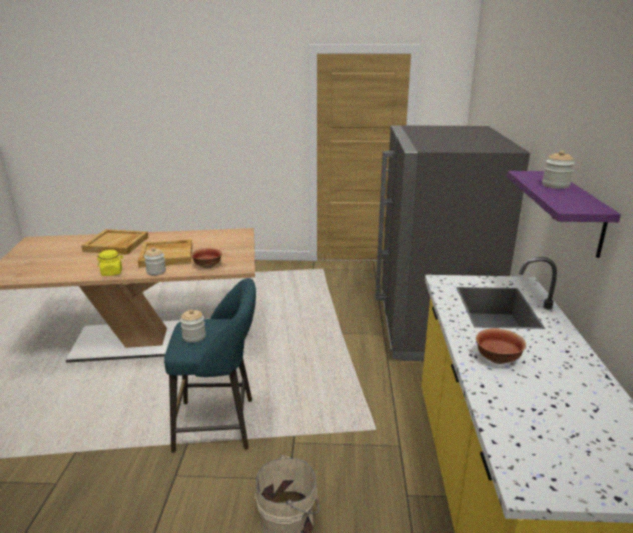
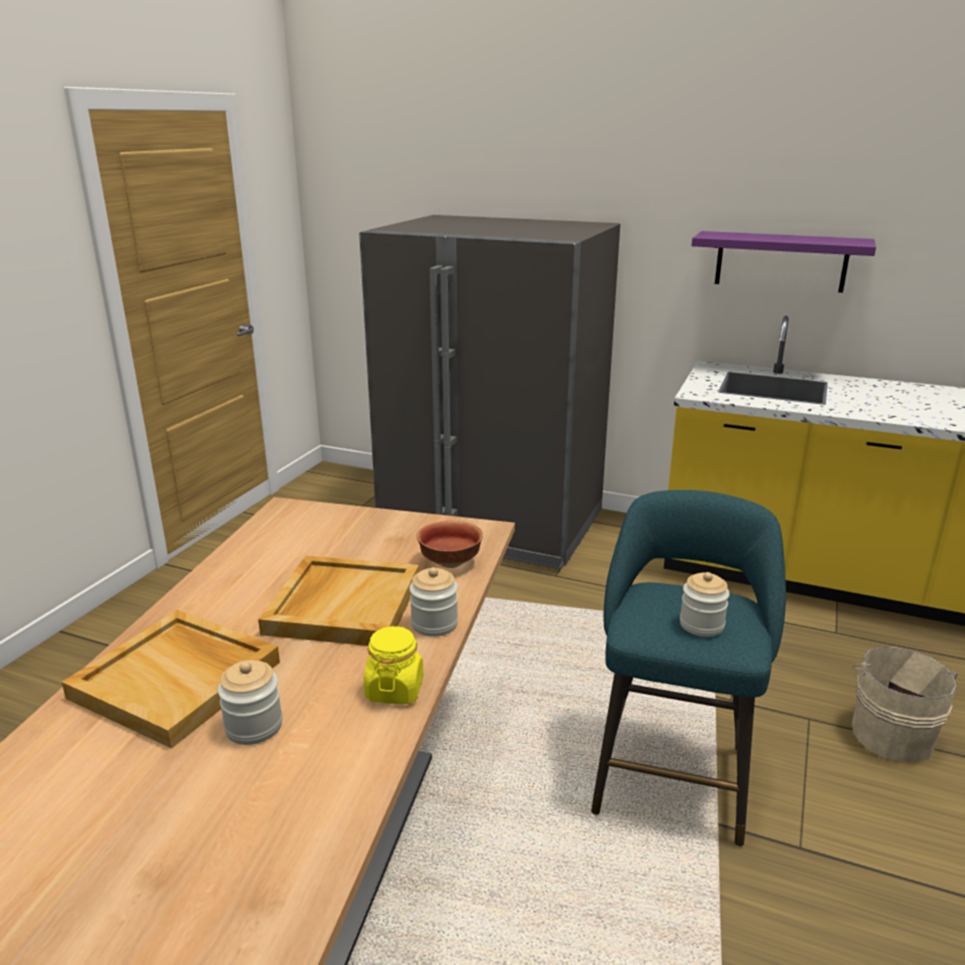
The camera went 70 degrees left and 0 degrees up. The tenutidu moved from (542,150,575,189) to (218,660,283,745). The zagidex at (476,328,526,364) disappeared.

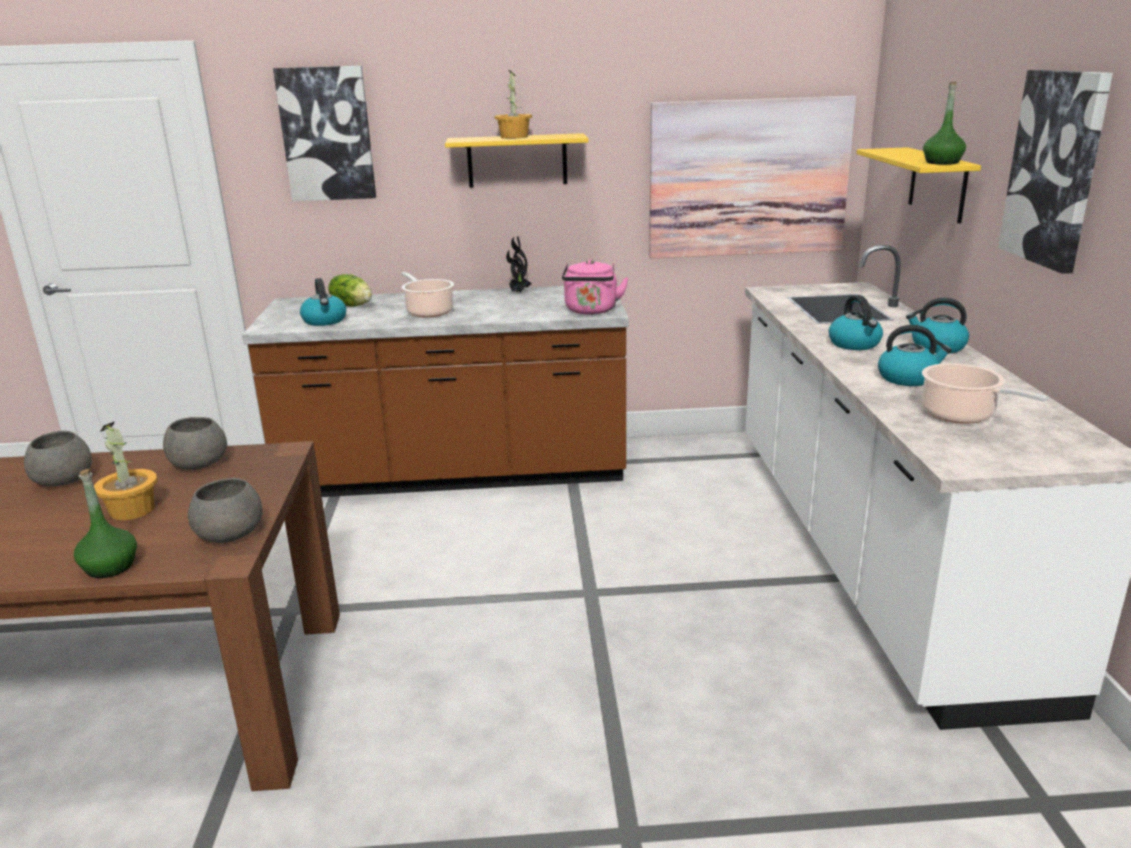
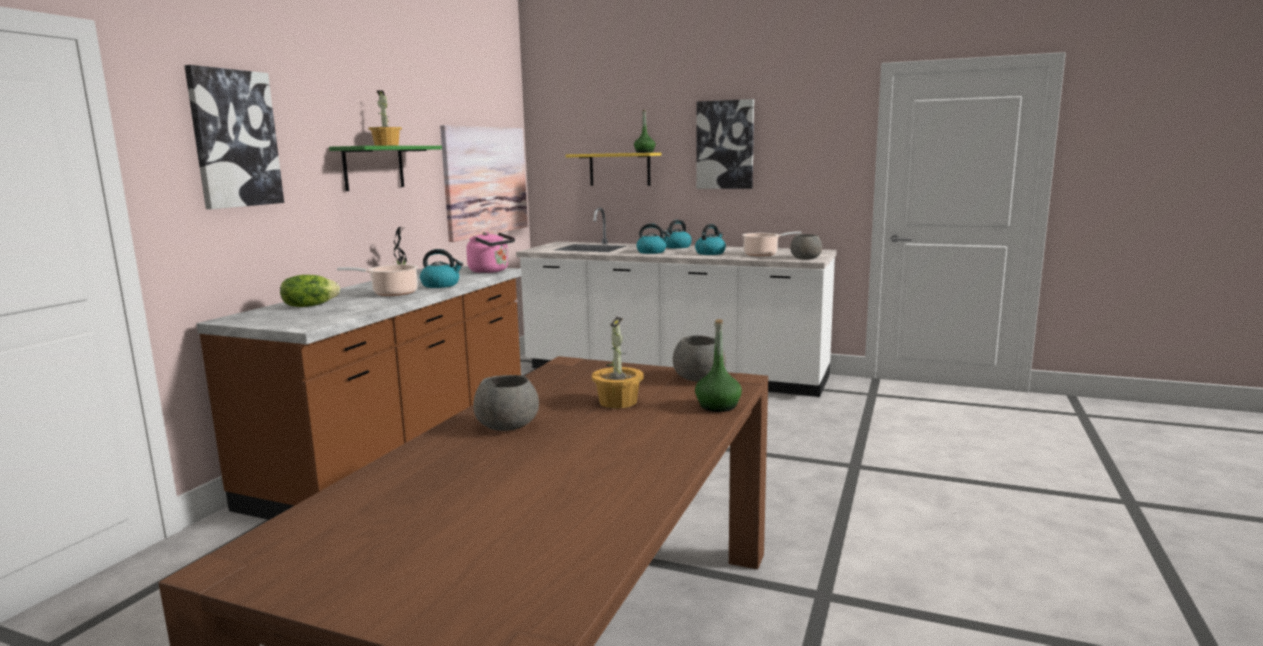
The camera went 65 degrees left and 10 degrees down. The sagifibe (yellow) at (445,133,588,188) became the sagifibe (green) at (329,146,442,191). The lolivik moved from (300,278,346,326) to (420,249,463,288). The zagidex (grey) moved from (163,417,227,470) to (790,234,822,260).

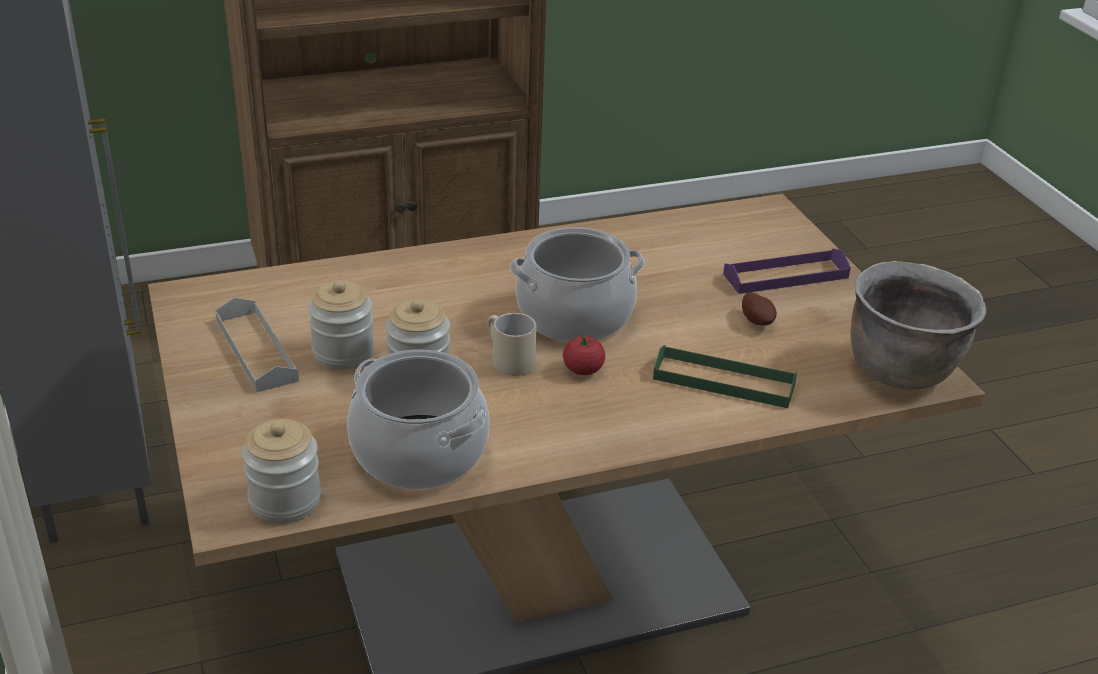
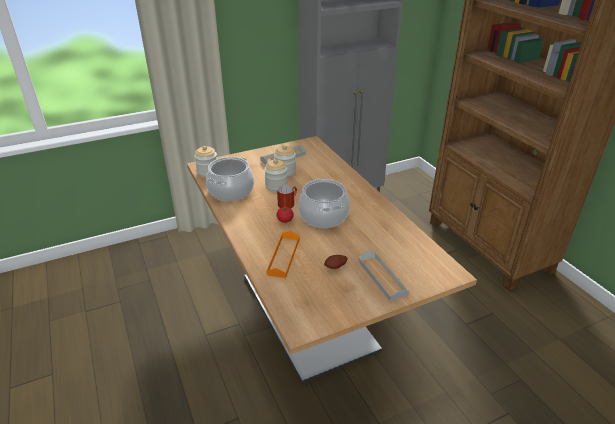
The camera went 85 degrees right and 0 degrees up. The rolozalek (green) at (653,345,797,408) became the rolozalek (orange) at (266,231,300,278). The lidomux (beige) at (487,313,537,376) became the lidomux (red) at (277,185,297,209). The rolozalek (purple) at (723,249,851,294) became the rolozalek (grey) at (358,251,409,302). The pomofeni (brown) at (851,261,986,390) disappeared.

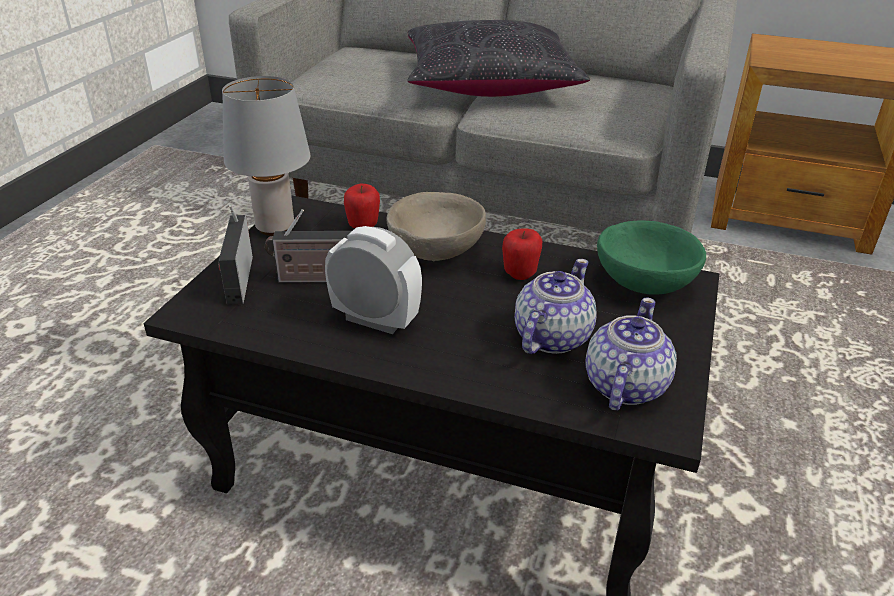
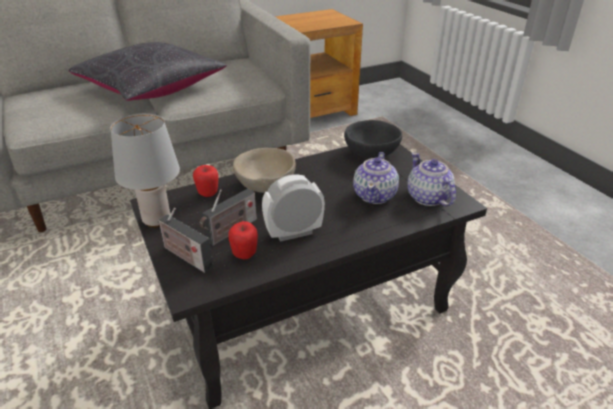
The camera went 45 degrees left and 0 degrees up. The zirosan moved from (502,228,543,280) to (228,221,258,260). The zagidex (green) at (597,221,706,295) became the zagidex (black) at (344,120,402,159). The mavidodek at (515,259,597,354) turned 150 degrees counterclockwise.

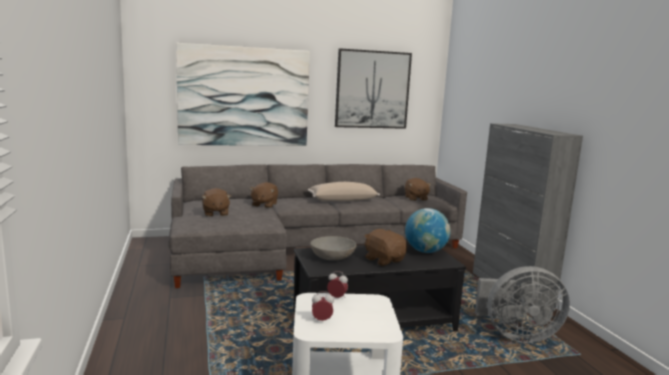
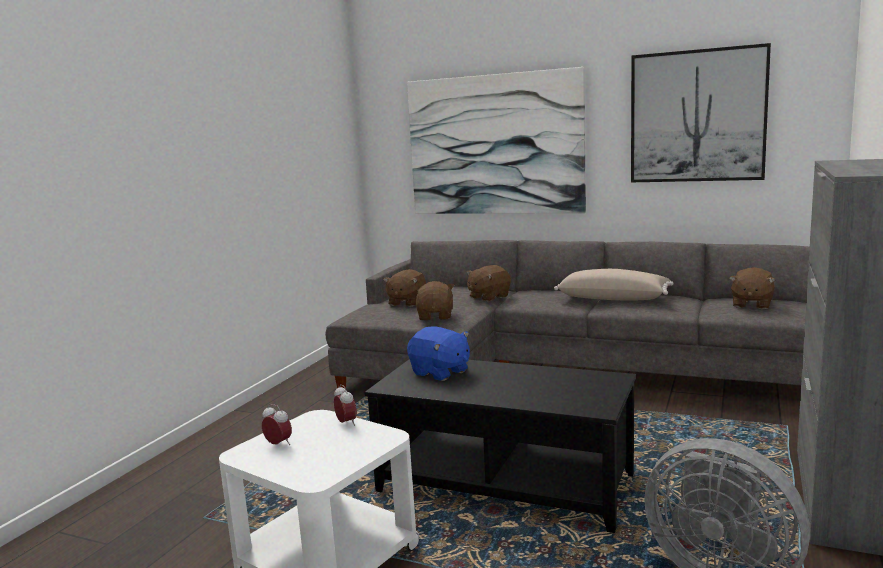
The camera went 40 degrees right and 0 degrees up. The zagidex (grey) at (310,236,357,260) was replaced by the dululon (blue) at (407,327,470,381). The dululon (brown) moved from (364,229,407,266) to (415,281,454,320). The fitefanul at (405,208,451,253) disappeared.

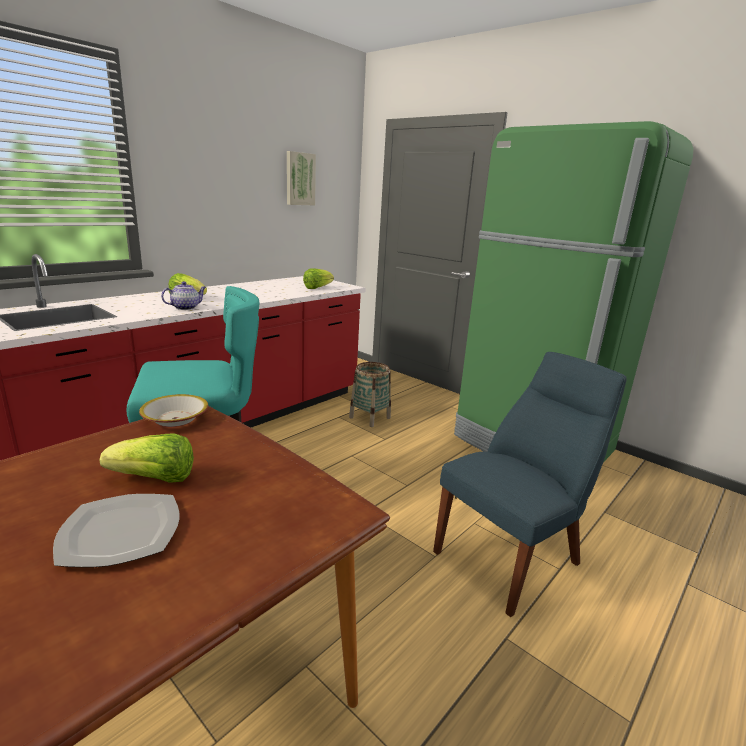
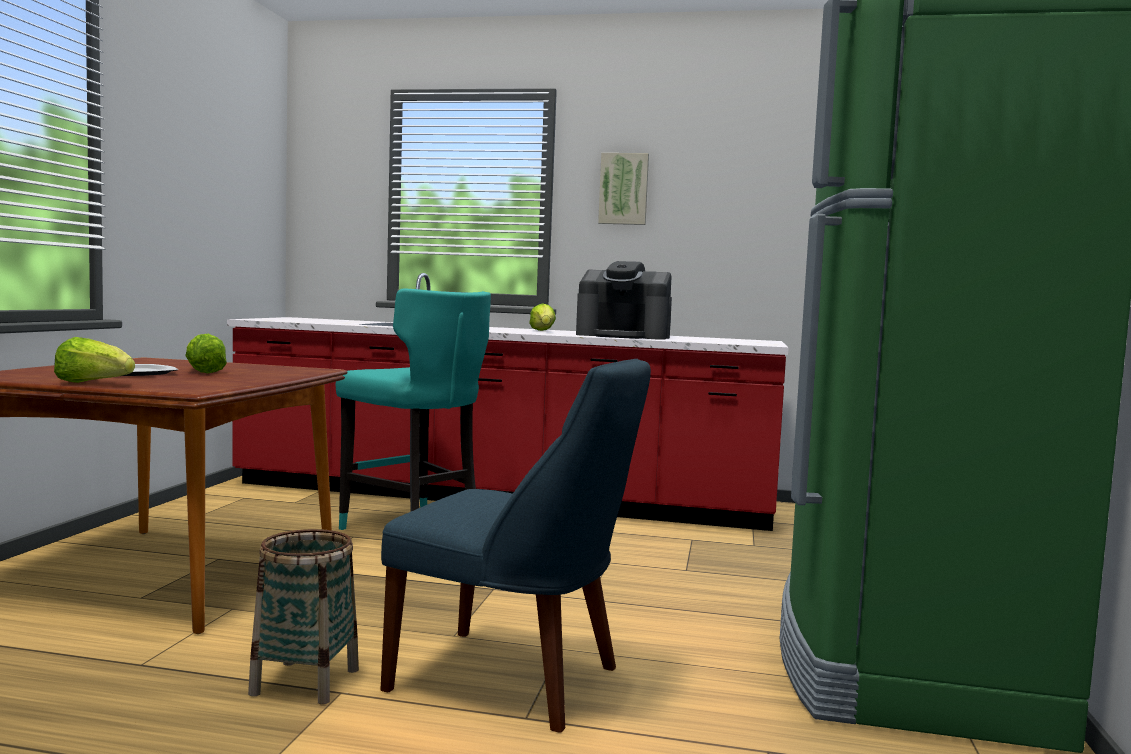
The camera went 60 degrees right and 15 degrees down. The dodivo moved from (303,269,334,289) to (54,337,135,383). The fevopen moved from (349,362,391,427) to (248,529,359,704). The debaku at (576,261,672,340) appeared. The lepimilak moved from (287,151,316,205) to (598,153,649,225). The zagidex at (139,394,208,427) disappeared. The mavidodek at (161,281,206,310) disappeared.

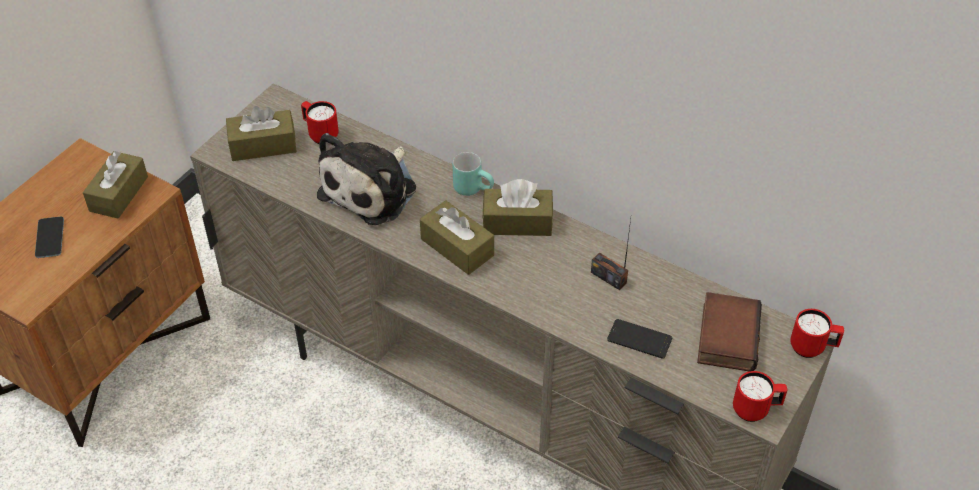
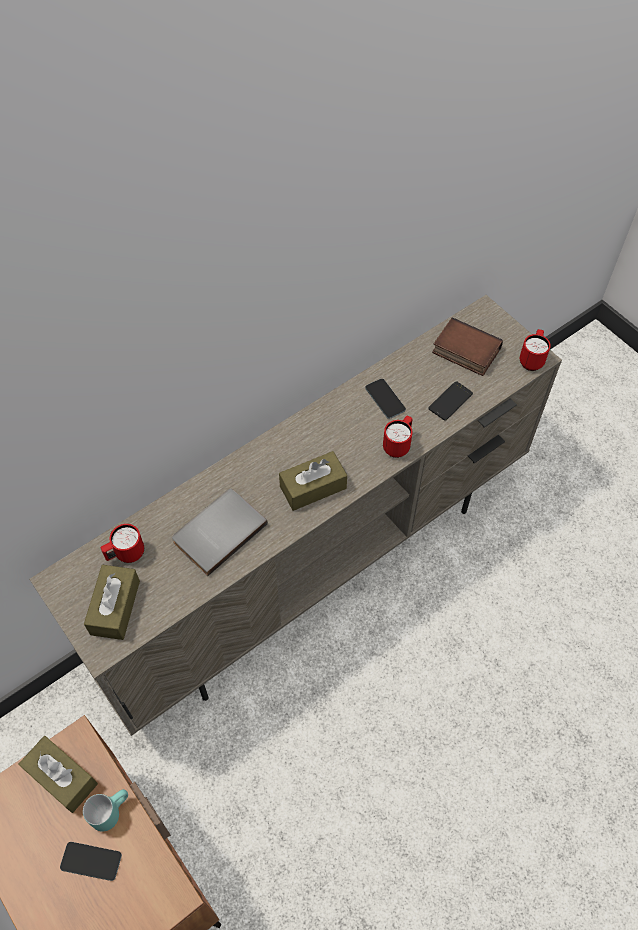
The camera went 70 degrees left and 10 degrees up. The lidomux (turquoise) moved from (453,152,494,196) to (83,789,128,832). The dululon at (317,133,416,225) was replaced by the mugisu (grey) at (172,489,268,576). The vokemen at (591,219,631,290) was replaced by the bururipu at (365,379,406,419). The lidomux (red) moved from (790,309,844,358) to (383,416,412,458). The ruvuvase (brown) at (482,179,553,236) disappeared.

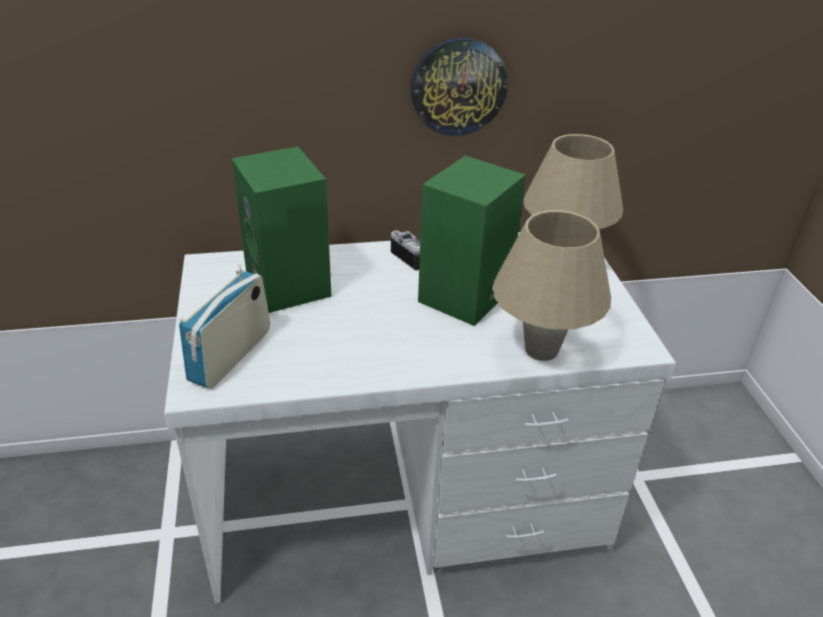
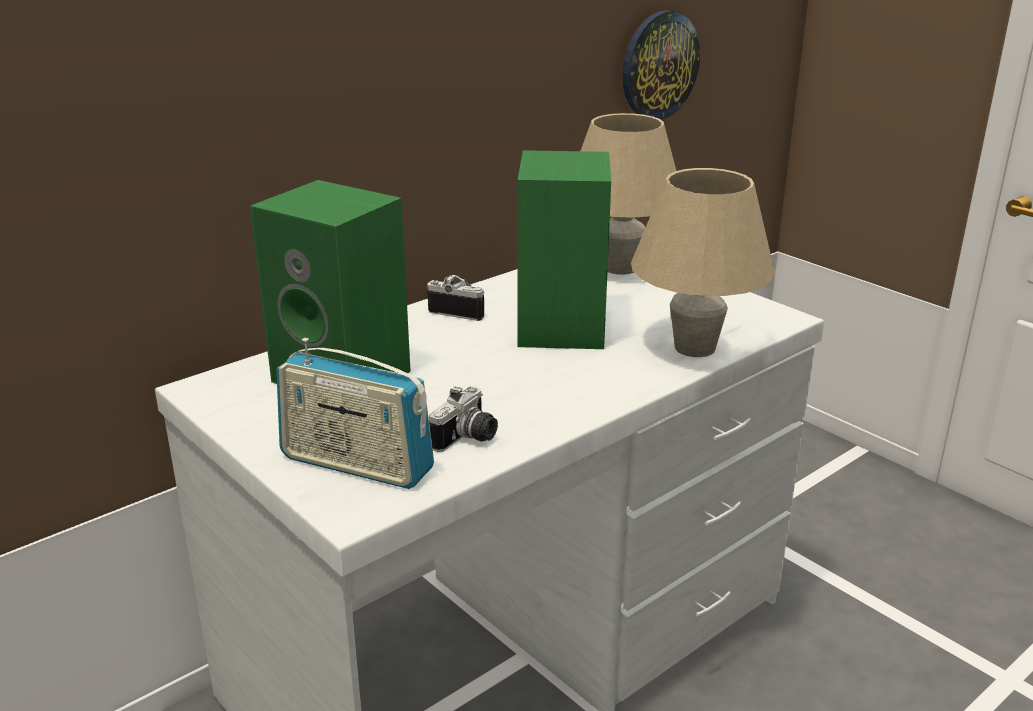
The camera went 30 degrees left and 10 degrees down. The vokemen at (179,264,270,389) turned 60 degrees counterclockwise. The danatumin at (429,386,498,452) appeared. The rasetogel moved from (411,37,508,136) to (622,10,700,119).

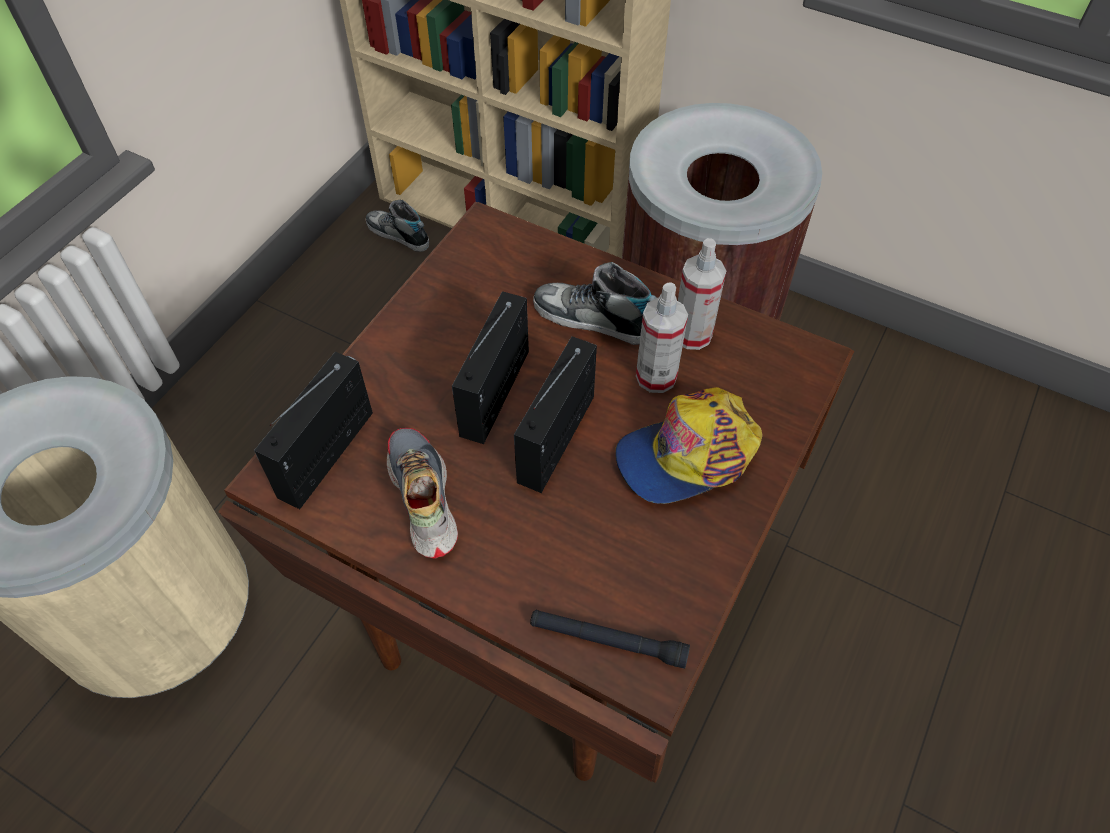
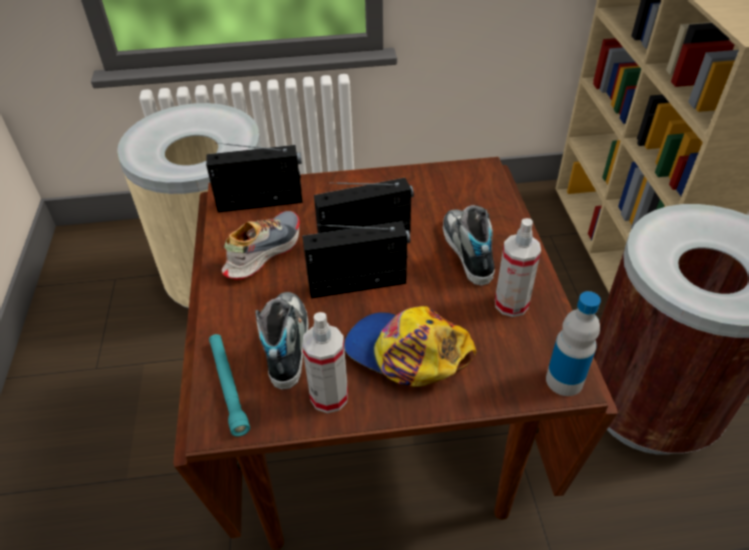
The camera went 55 degrees right and 10 degrees down. The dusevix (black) at (530,610,690,669) became the dusevix (turquoise) at (209,334,250,437). The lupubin moved from (366,200,429,252) to (255,292,309,390). The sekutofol moved from (636,282,688,393) to (302,312,348,413). The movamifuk at (546,291,601,396) appeared.

